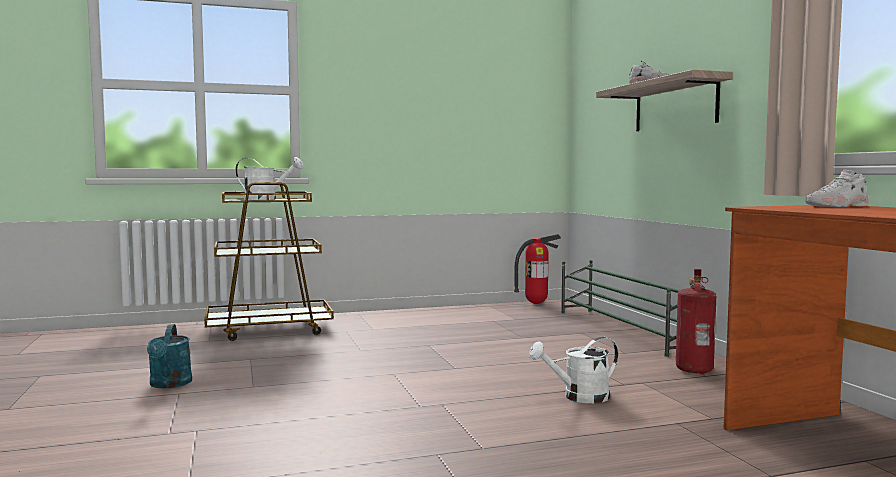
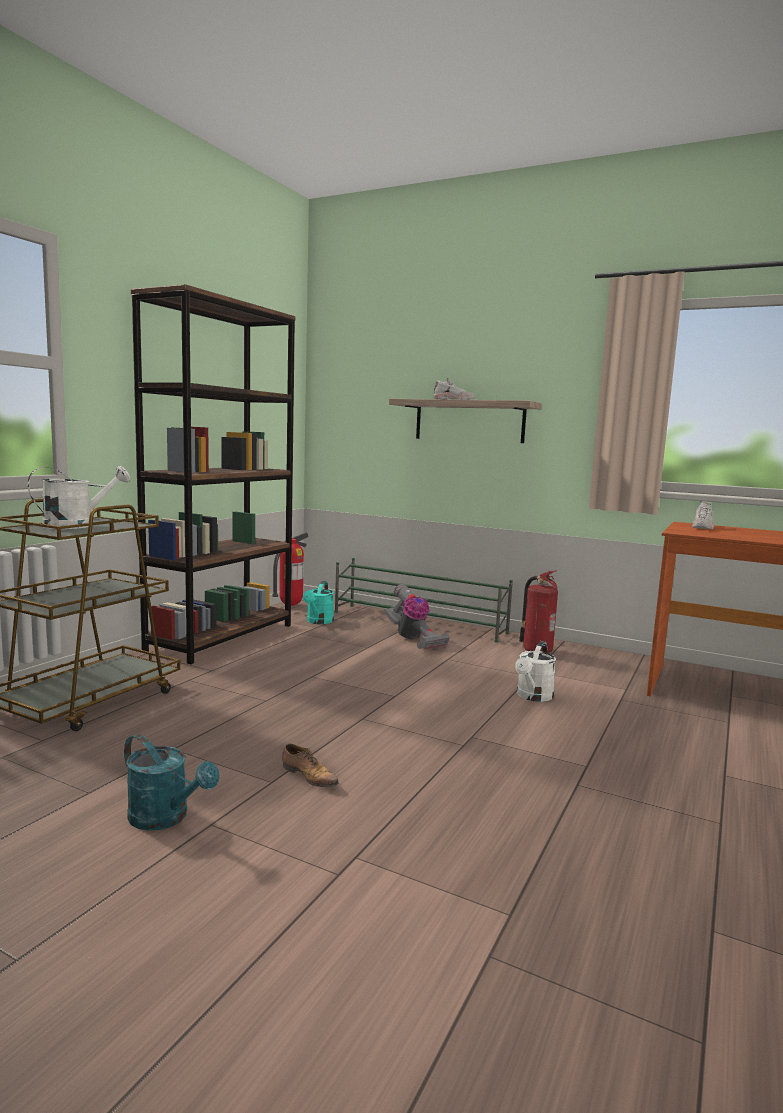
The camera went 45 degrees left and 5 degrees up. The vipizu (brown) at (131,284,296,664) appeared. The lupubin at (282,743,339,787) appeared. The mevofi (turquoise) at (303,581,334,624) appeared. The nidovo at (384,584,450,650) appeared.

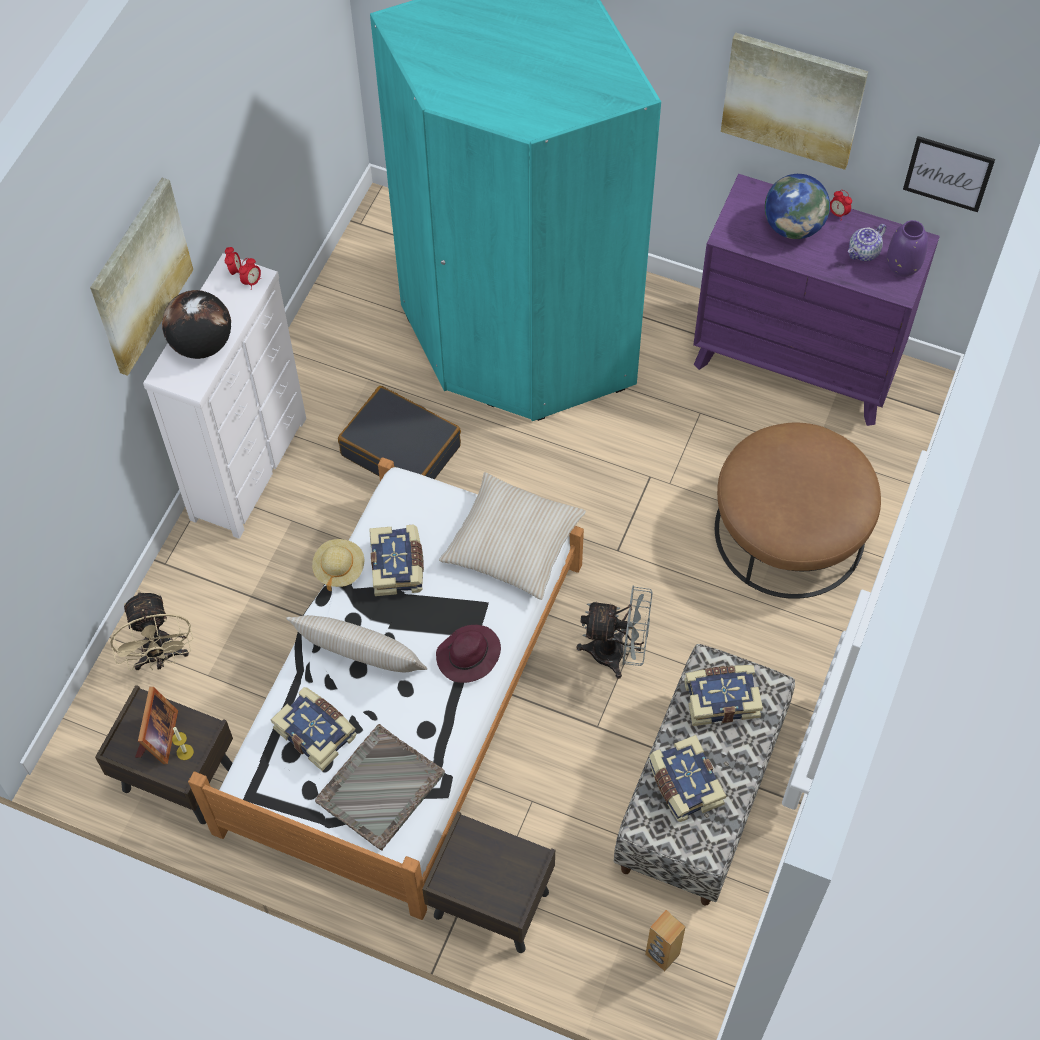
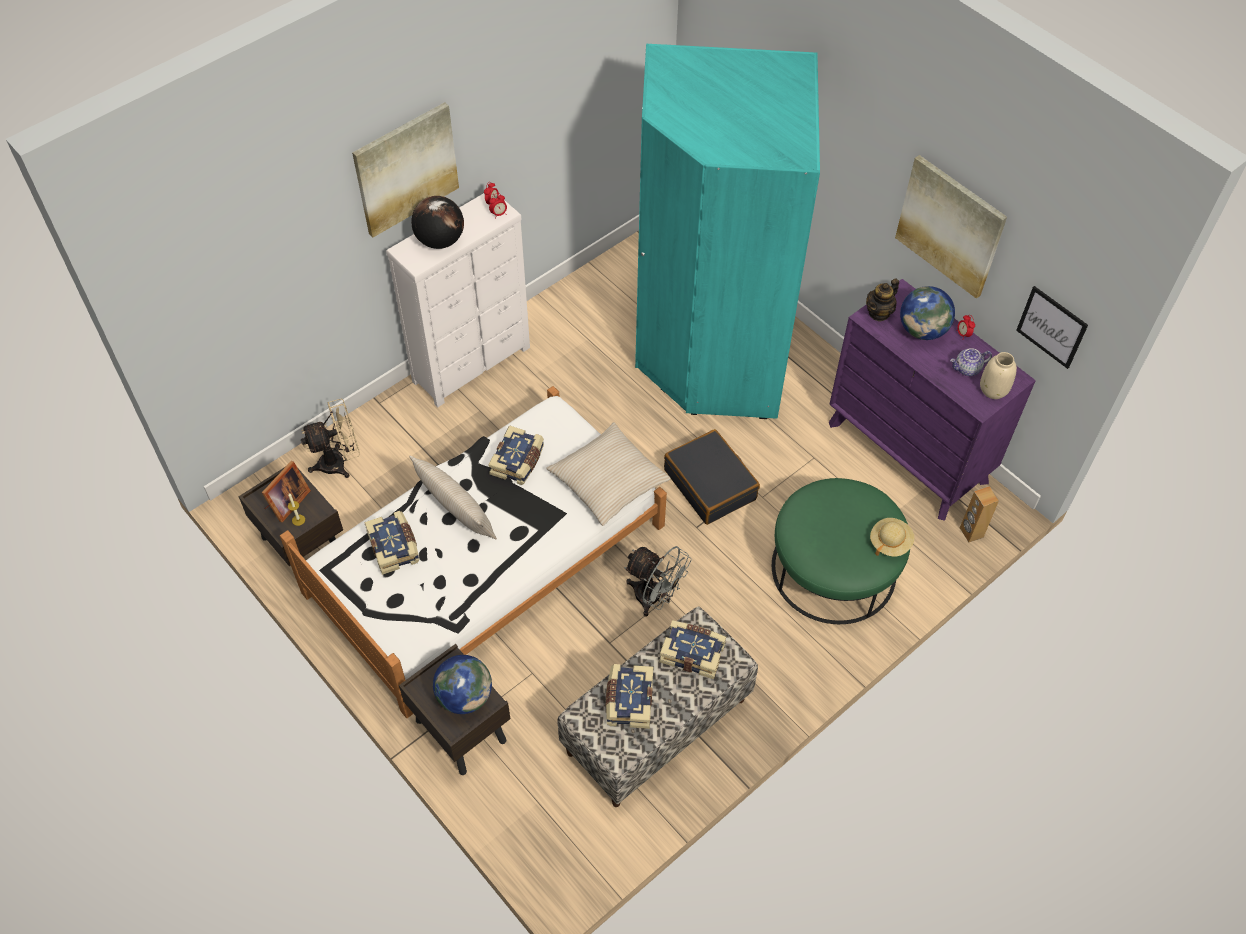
The camera went 25 degrees right and 5 degrees down. The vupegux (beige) at (110,590,193,671) turned 120 degrees counterclockwise. The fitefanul at (433,655,492,714) appeared. The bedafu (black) moved from (338,386,461,479) to (664,429,760,525). The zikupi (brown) at (715,423,881,599) became the zikupi (green) at (772,478,910,624). The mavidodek at (866,278,899,322) appeared. The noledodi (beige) moved from (312,539,364,592) to (870,518,914,556). The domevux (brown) moved from (645,910,686,971) to (960,486,999,542). The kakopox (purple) at (887,220,928,277) became the kakopox (beige) at (980,352,1017,399). The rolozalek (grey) at (315,724,445,851) disappeared. The noledodi (purple) at (436,625,501,683) disappeared.

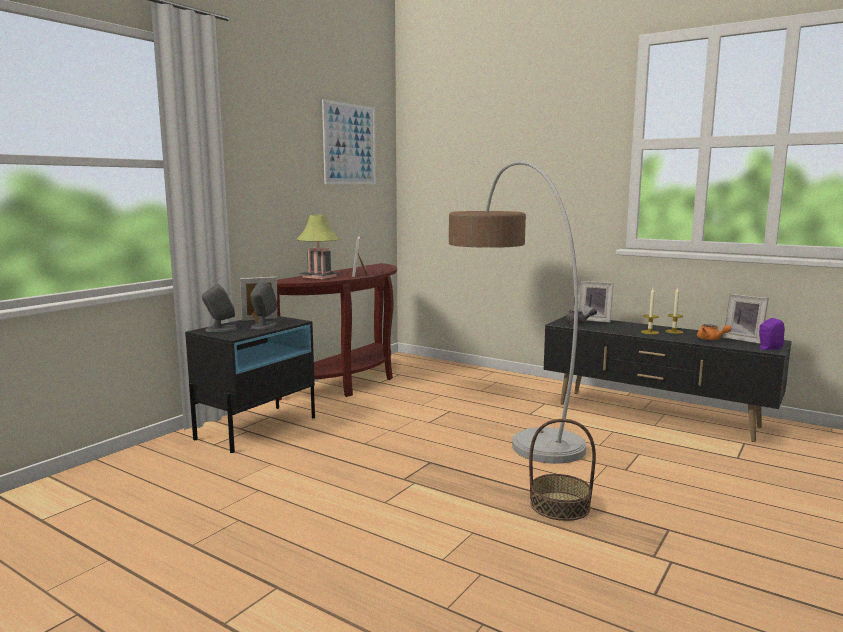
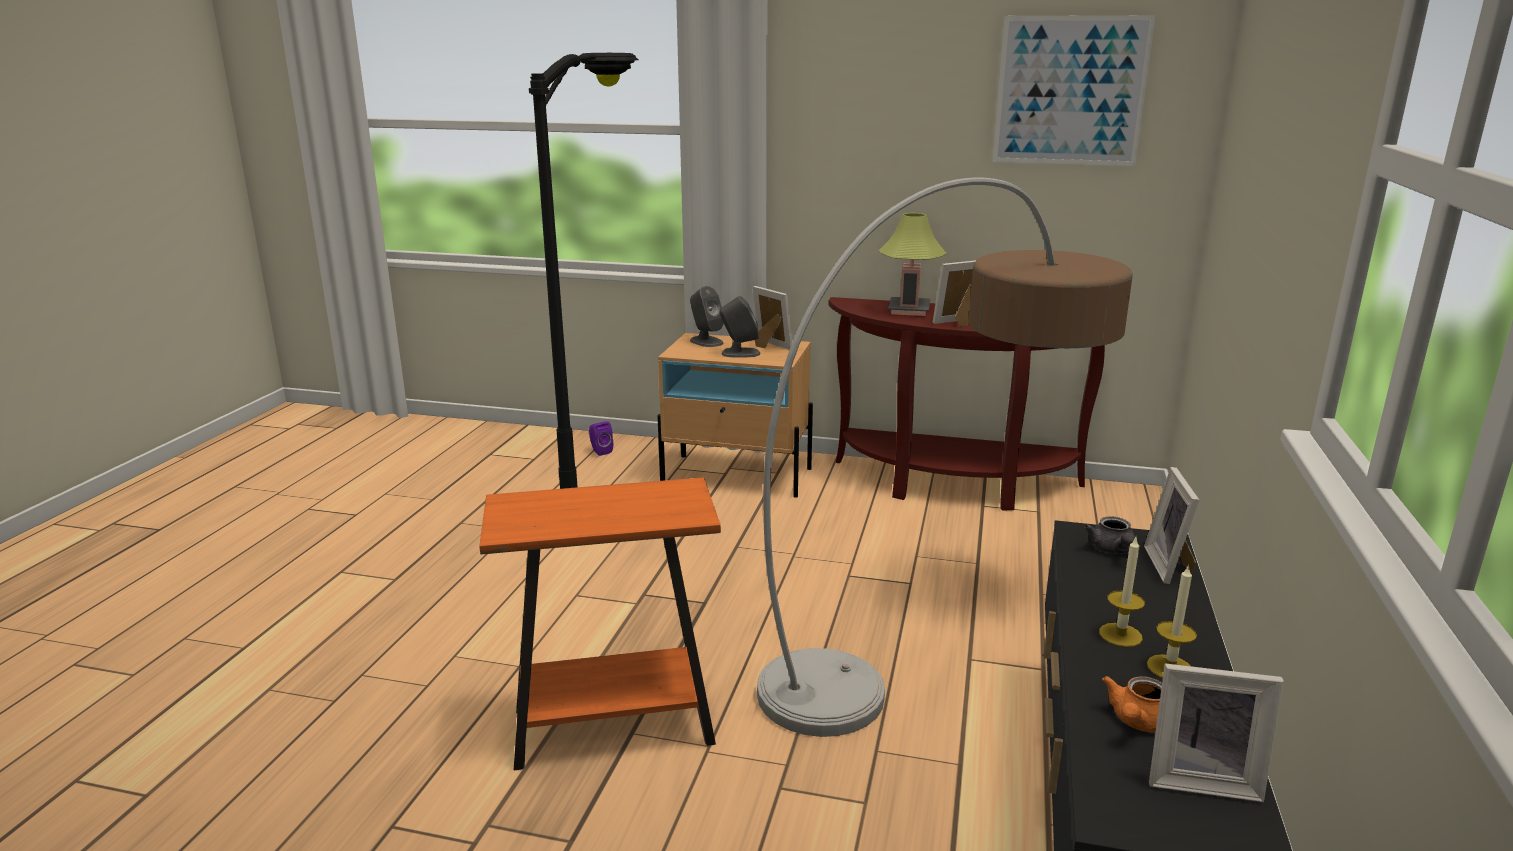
The camera went 70 degrees right and 10 degrees up. The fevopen at (529,419,596,521) was replaced by the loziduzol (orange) at (480,477,721,770). The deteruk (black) at (529,53,638,489) appeared. The domevux (purple) moved from (759,318,785,350) to (589,421,613,456). The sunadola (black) at (185,316,315,453) became the sunadola (beige) at (658,333,813,498). The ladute at (723,294,769,344) turned 105 degrees counterclockwise.

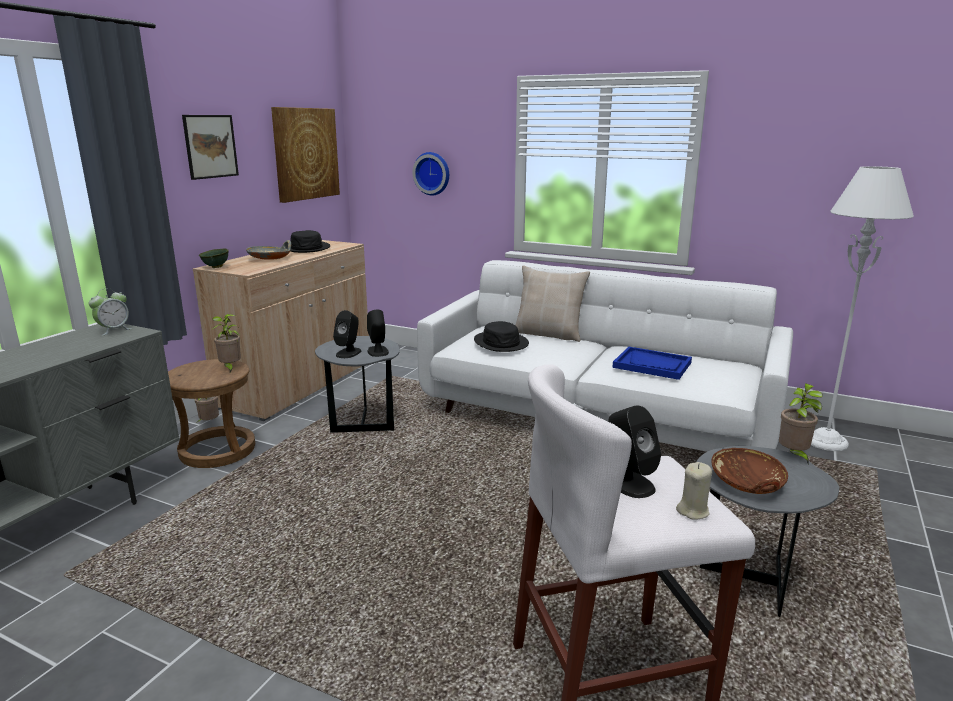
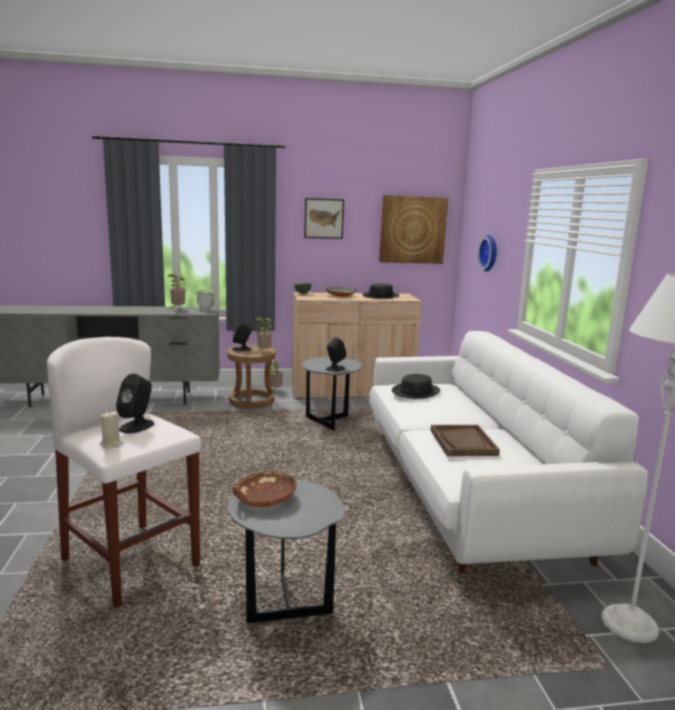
The camera went 55 degrees right and 5 degrees down. The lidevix moved from (779,383,823,463) to (168,274,186,309). The domevux (black) moved from (333,310,361,358) to (232,321,252,351). The rolozalek (blue) at (612,347,692,380) became the rolozalek (brown) at (430,425,500,456). The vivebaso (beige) at (515,265,590,342) disappeared.

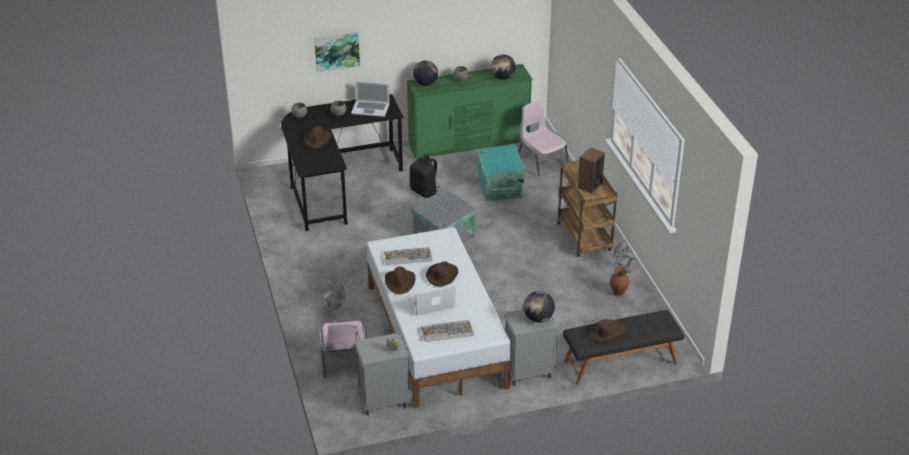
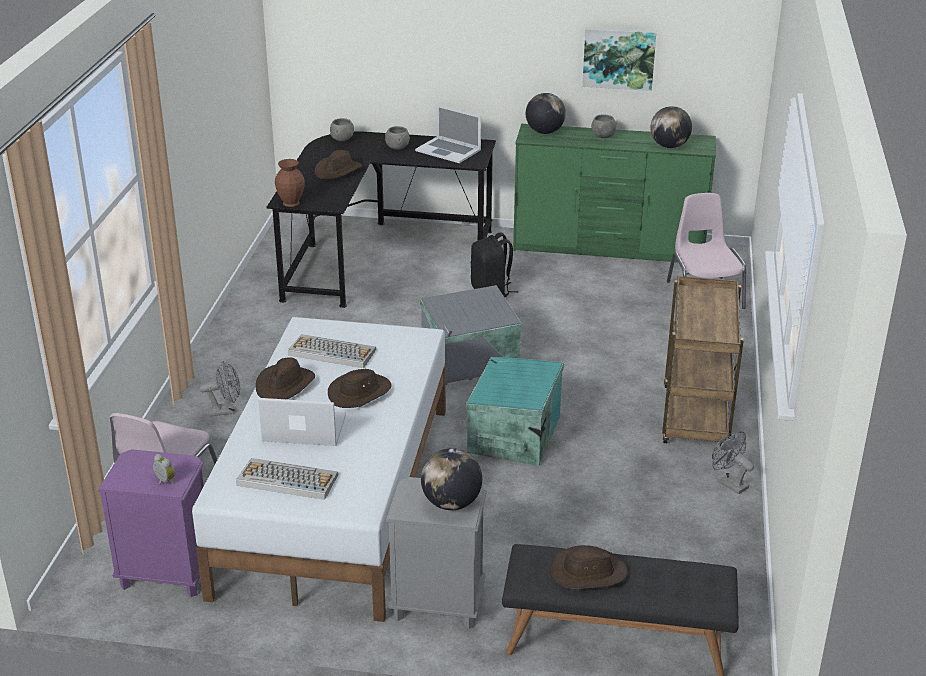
The camera went 25 degrees right and 5 degrees down. The sunadola (grey) at (355,333,411,416) became the sunadola (purple) at (97,449,204,597). The kakopox (brown) moved from (610,267,629,297) to (275,159,305,207). The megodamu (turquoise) moved from (477,144,525,201) to (466,357,564,466). The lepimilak moved from (314,32,360,72) to (582,28,656,91). The domevux at (578,147,605,193) disappeared.

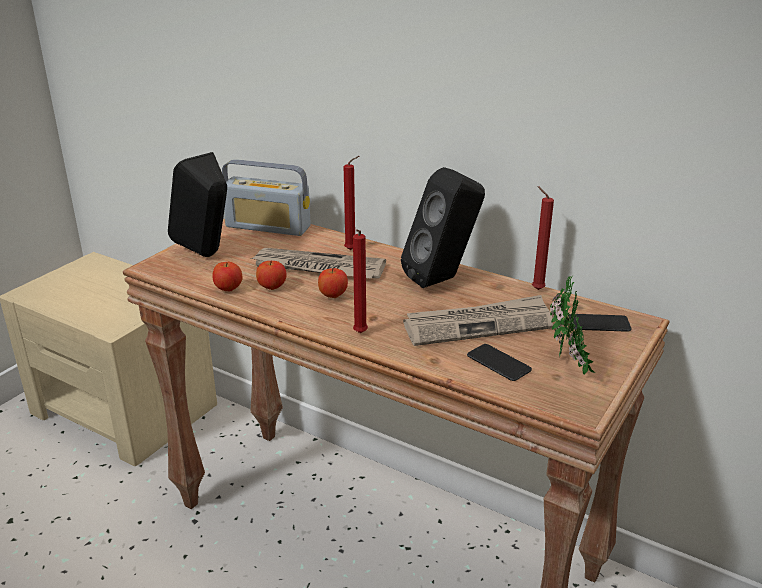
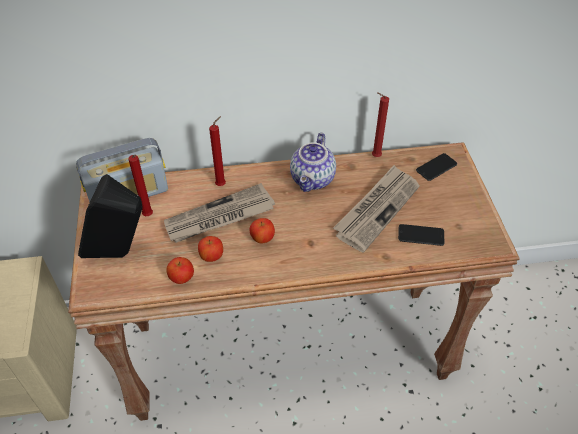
The camera went 40 degrees left and 20 degrees up. The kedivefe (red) moved from (353,229,368,333) to (128,155,153,216). The domevux (black) at (401,167,485,288) was replaced by the mavidodek at (290,133,336,192). The lidevix at (550,276,595,375) disappeared.

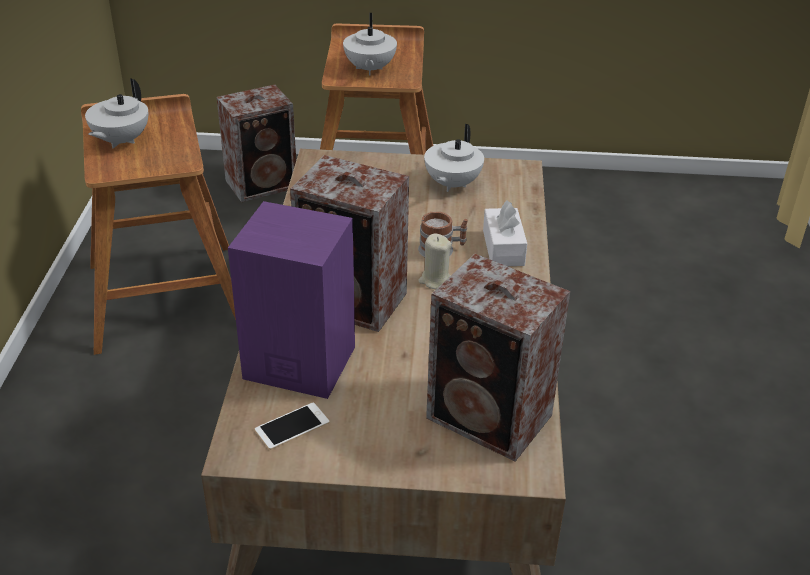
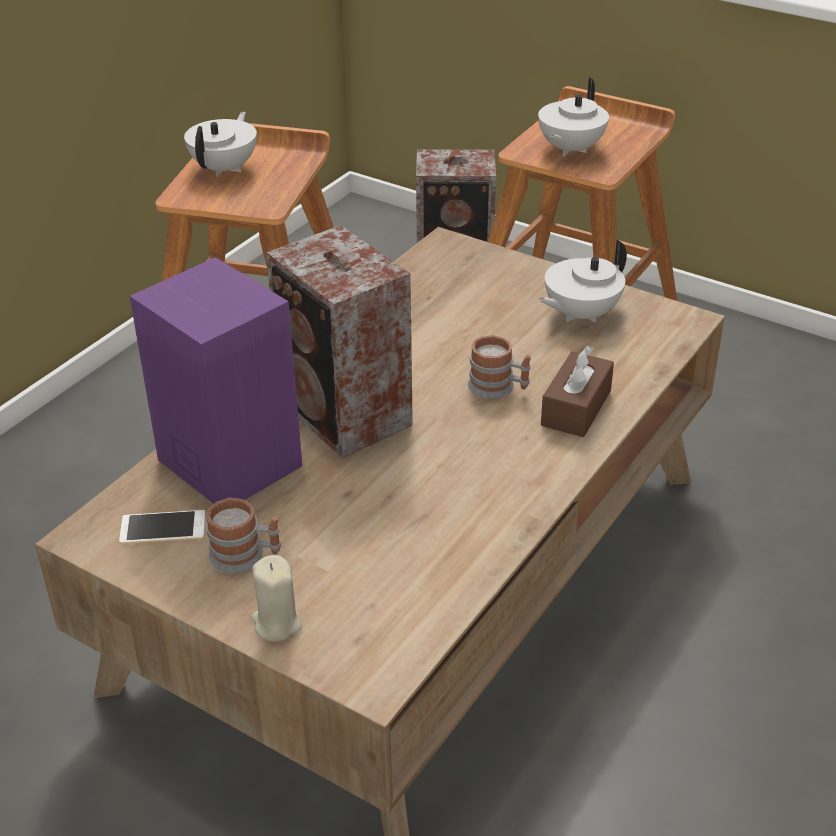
The camera went 30 degrees right and 0 degrees up. The mavidodek (white) at (85,78,148,149) turned 150 degrees clockwise. The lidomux at (206,497,281,573) appeared. The kedivefe (beige) moved from (418,233,452,289) to (251,555,302,642). The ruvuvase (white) at (483,200,527,266) became the ruvuvase (brown) at (541,346,614,437). The domevux at (426,254,570,462) disappeared.

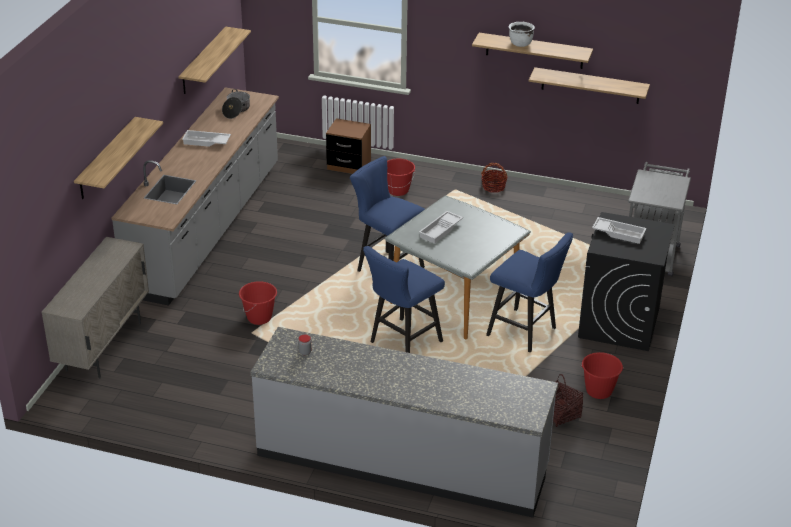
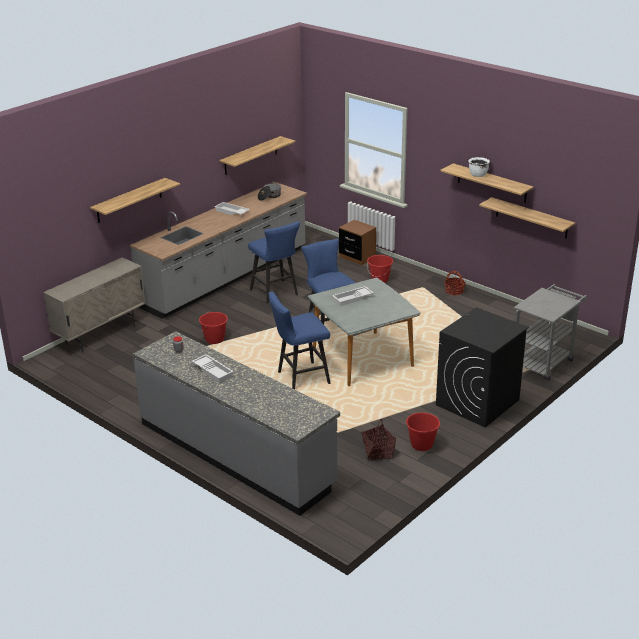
The camera went 25 degrees right and 5 degrees down. The rolozalek (white) moved from (592,217,647,244) to (192,354,234,383). The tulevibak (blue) moved from (486,232,573,352) to (248,221,300,304).

